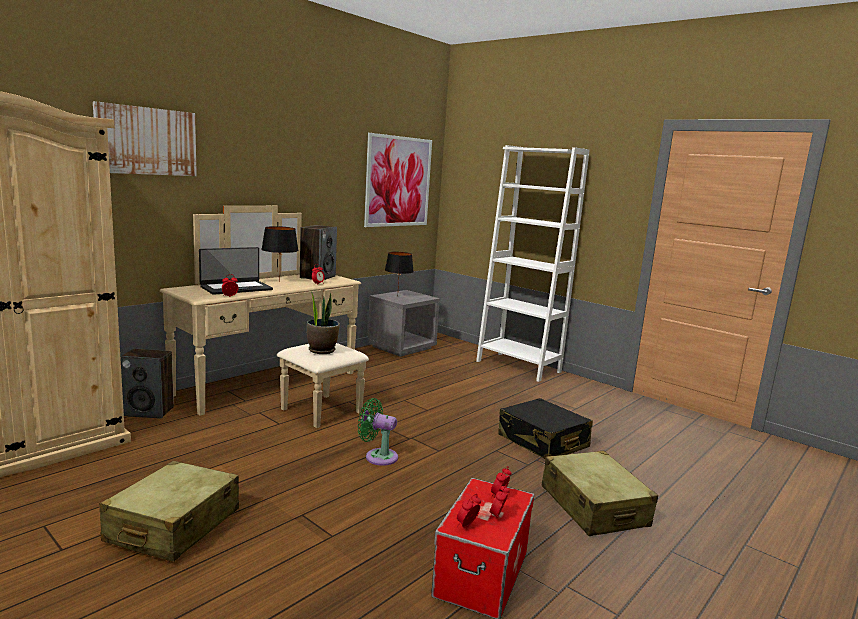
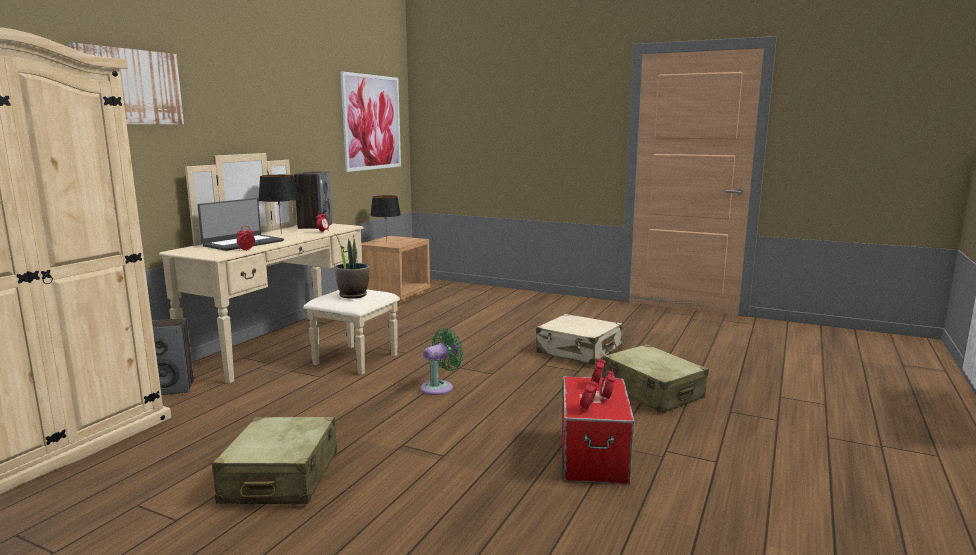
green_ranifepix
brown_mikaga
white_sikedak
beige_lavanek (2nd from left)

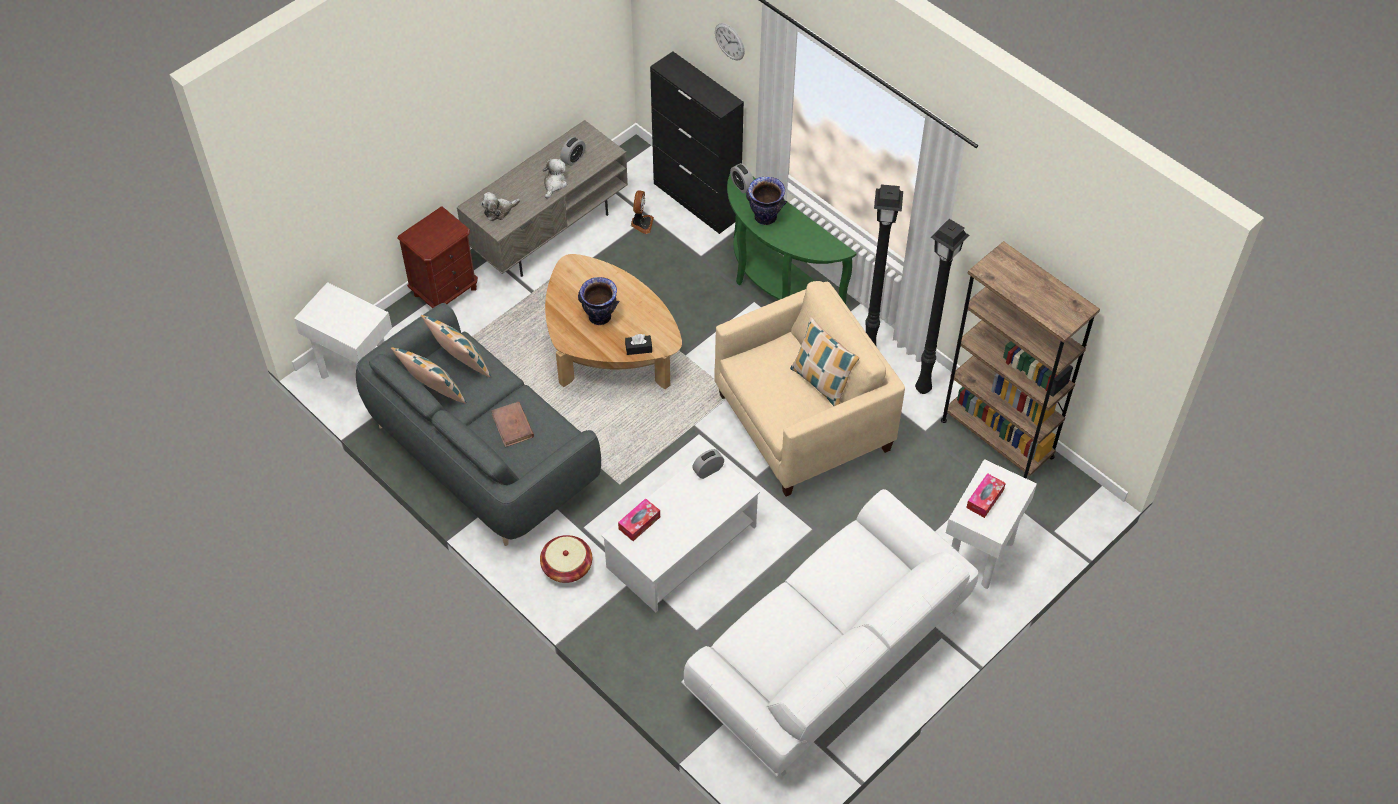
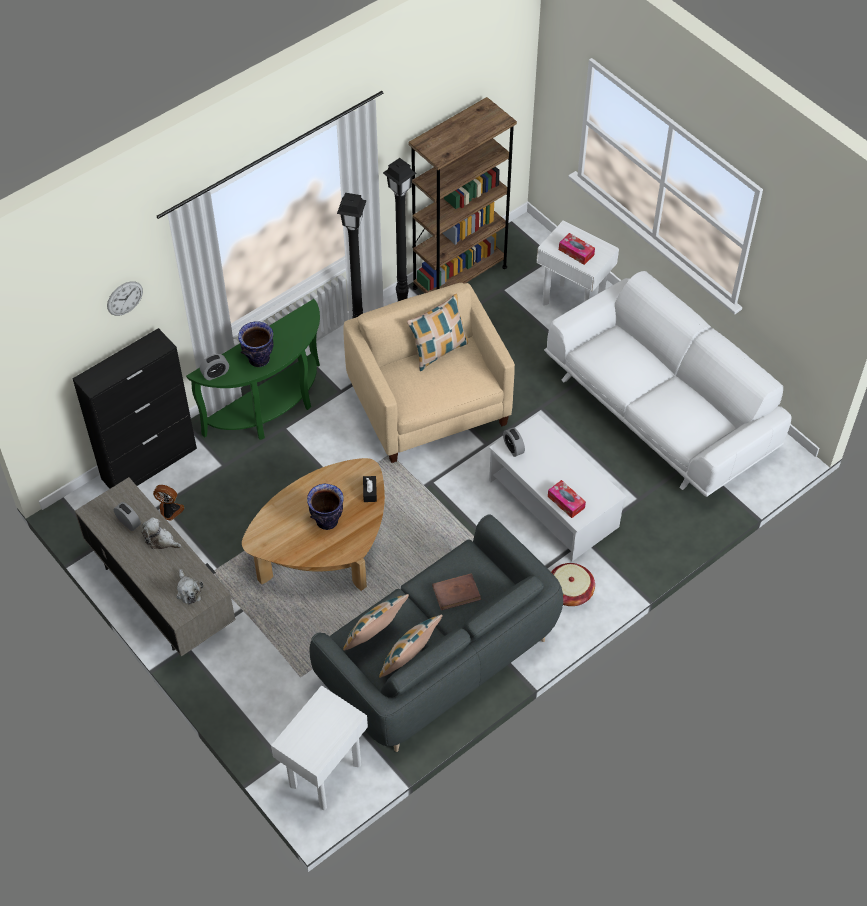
brown_mikaga

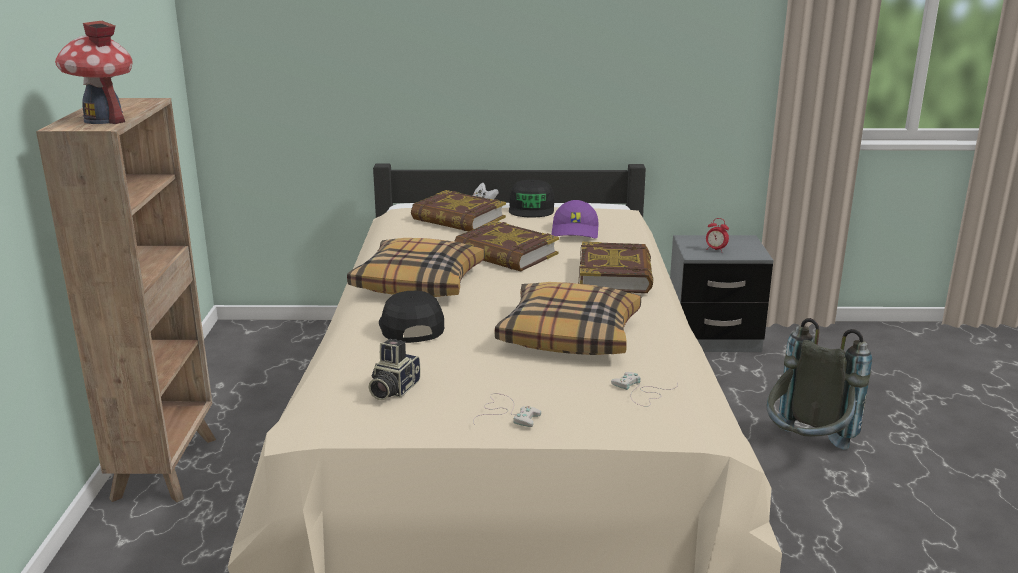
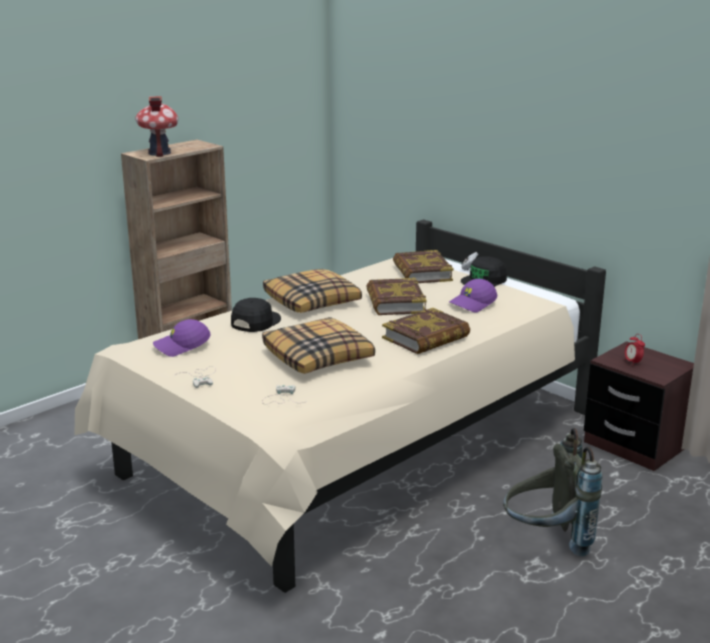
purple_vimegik (1st from left)
brown_mikaga

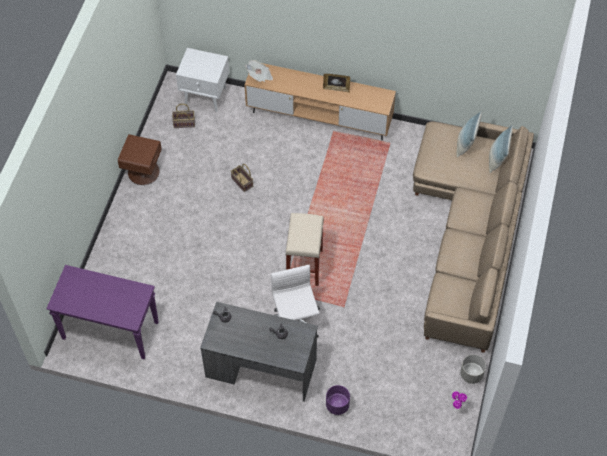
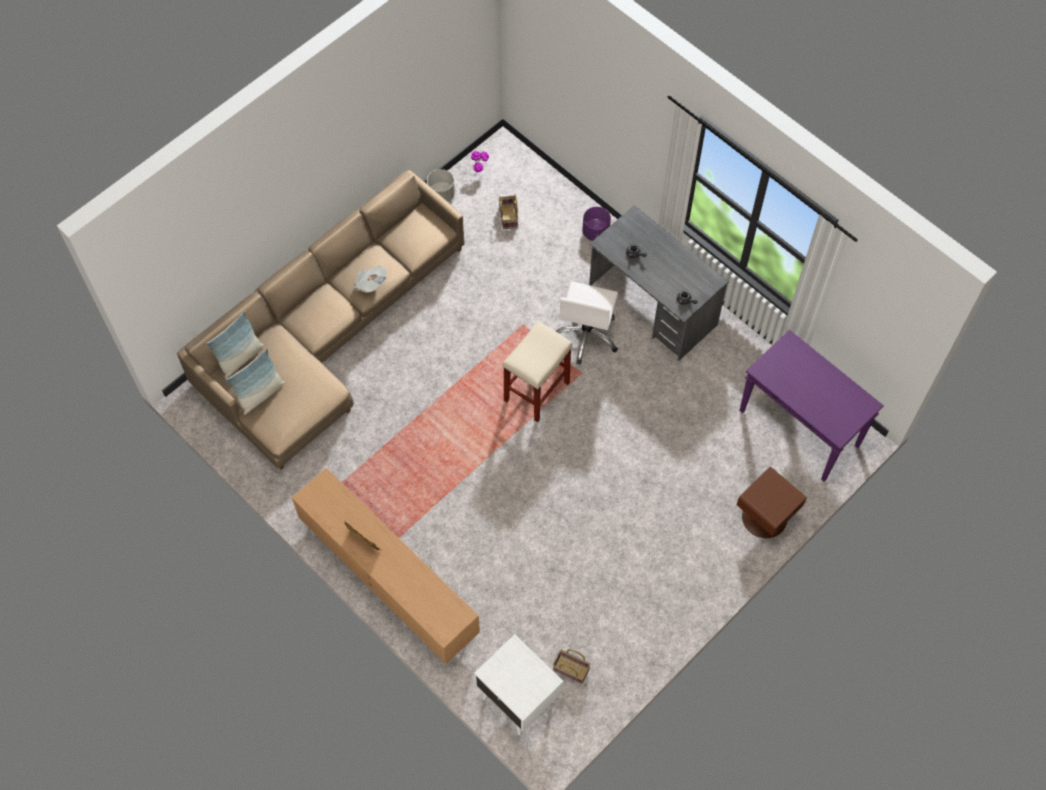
brown_mikaga
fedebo (1st from left)
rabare

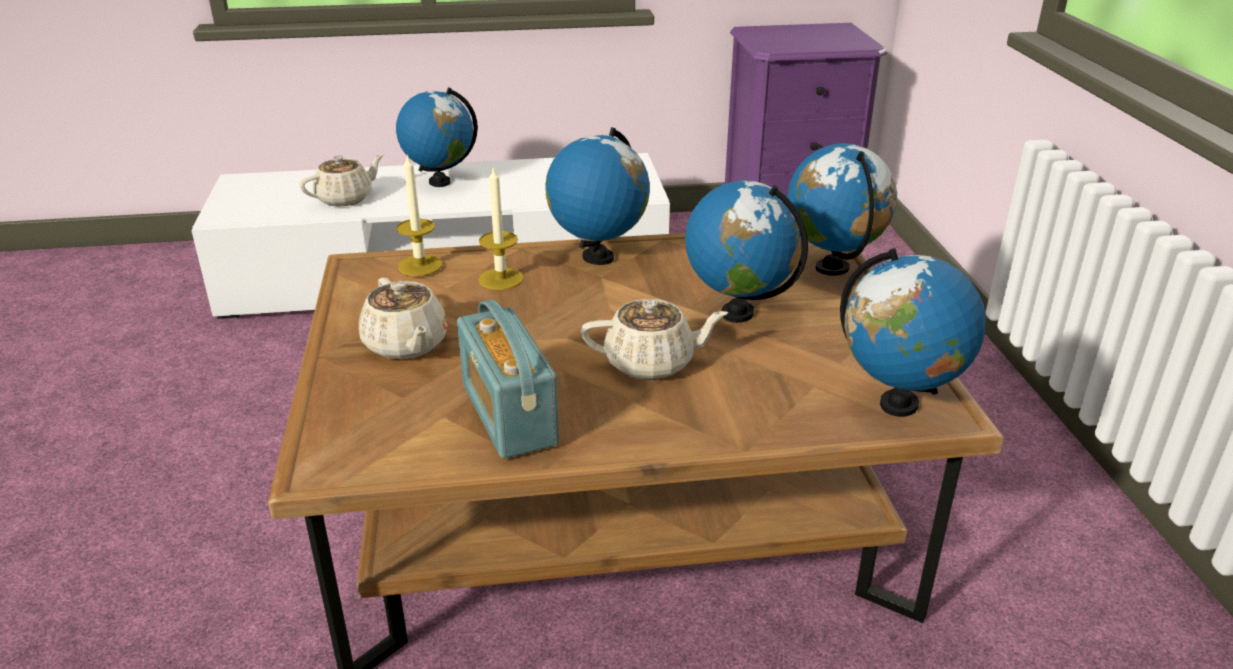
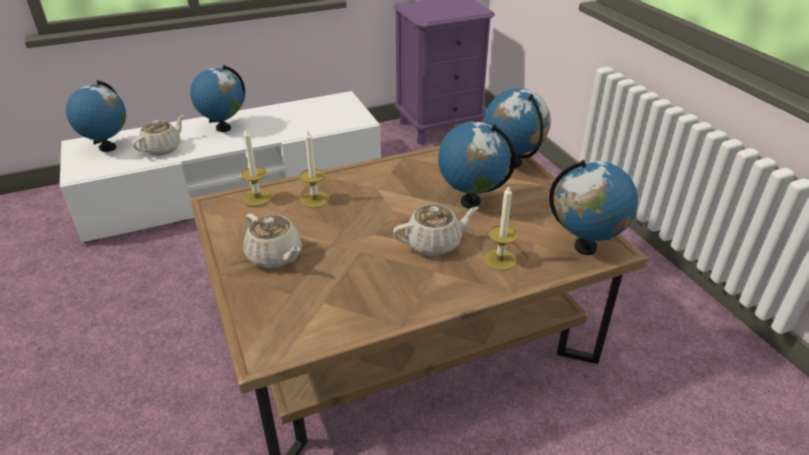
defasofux
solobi (1st from left)
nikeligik (3rd from left)

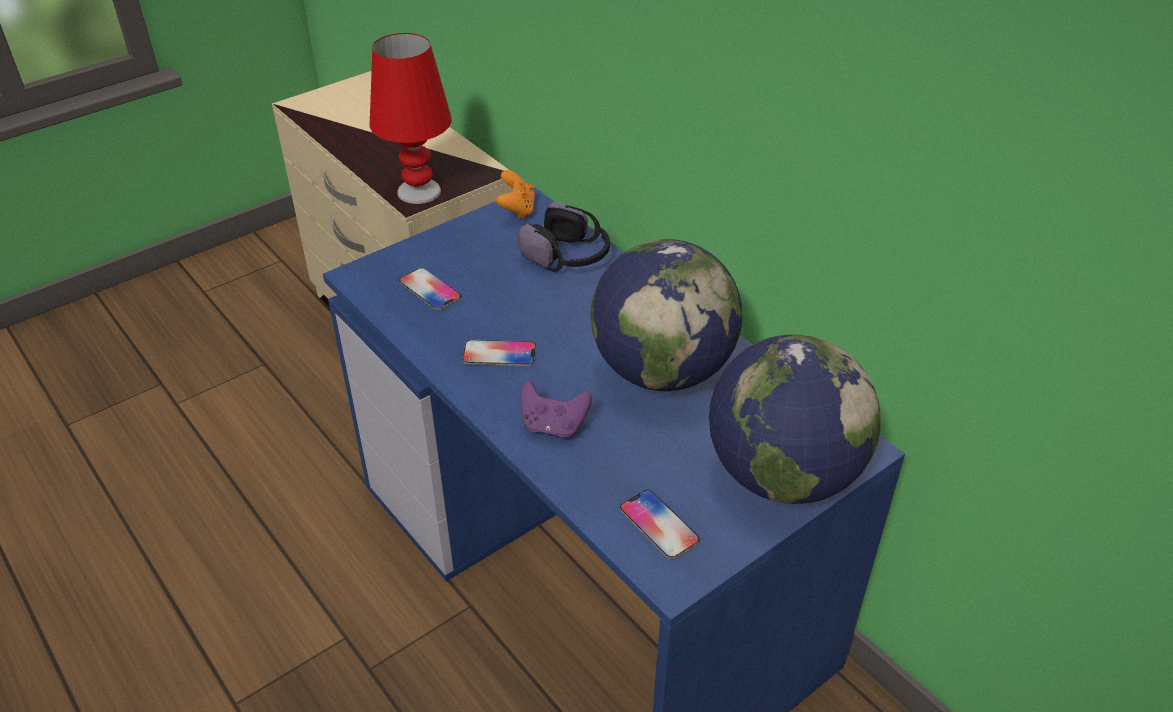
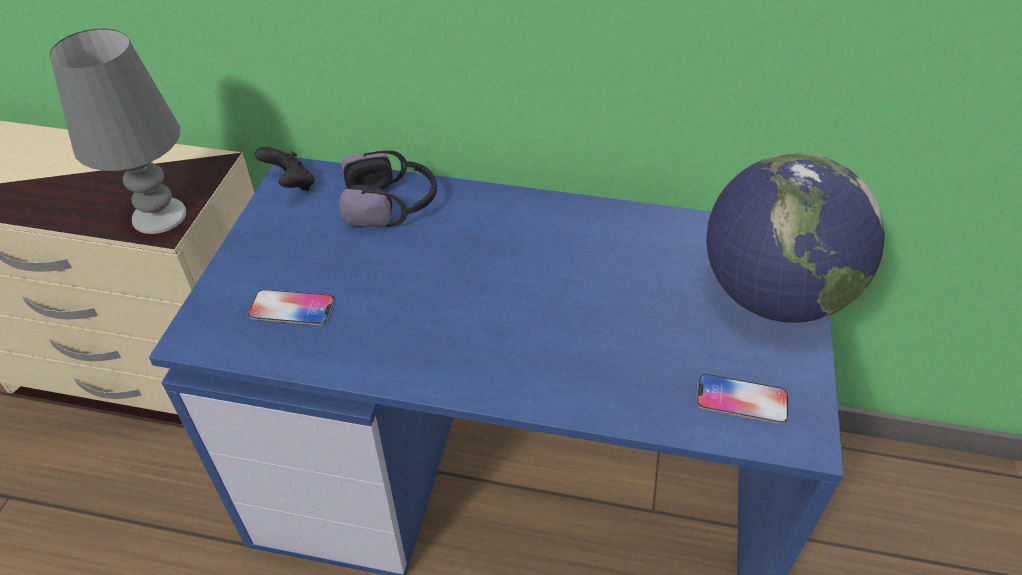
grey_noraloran
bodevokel (2nd from left in the first image)
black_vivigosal
purple_vivigosal
solobi (1st from left in the first image)

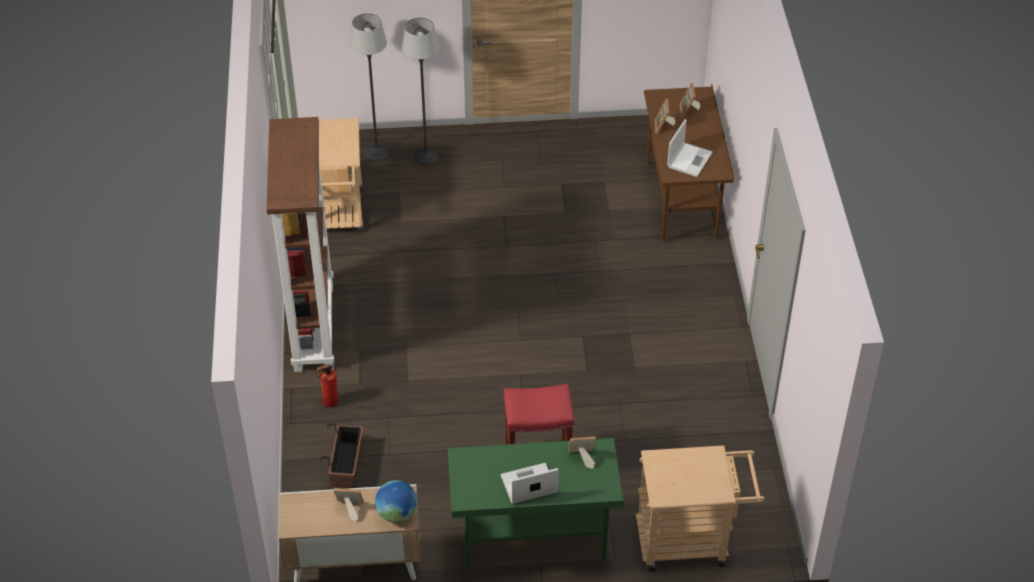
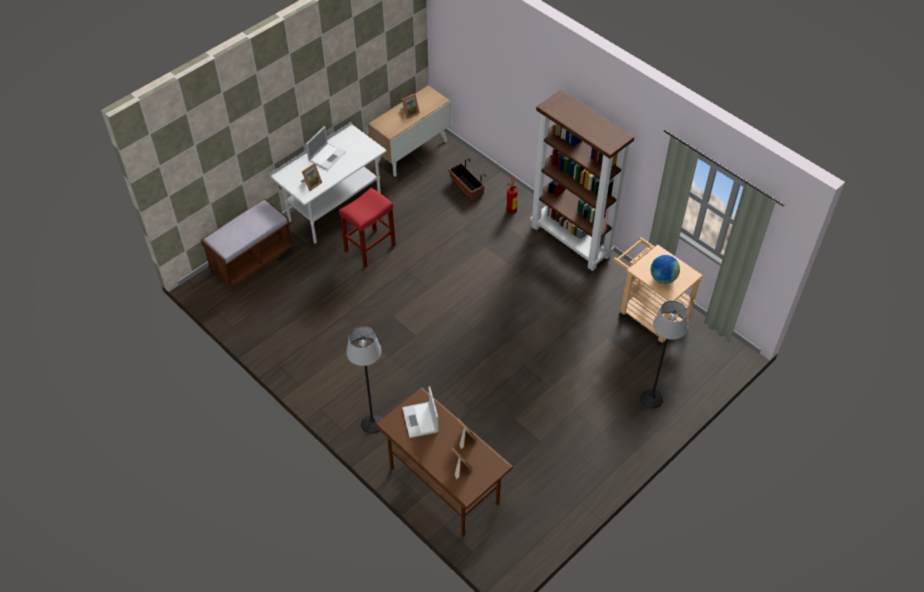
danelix (1st from left)
solobi
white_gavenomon
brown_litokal

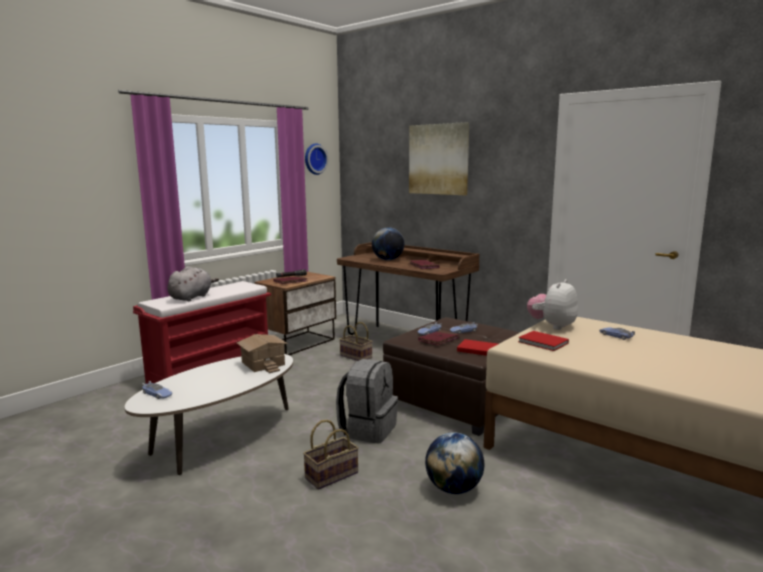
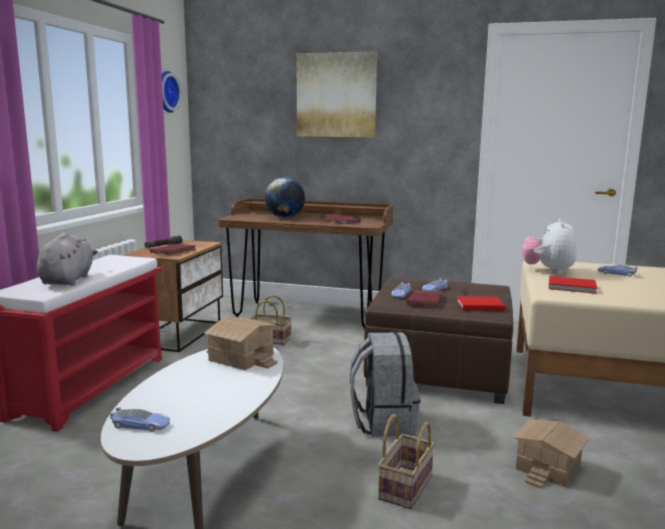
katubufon (2nd from left)

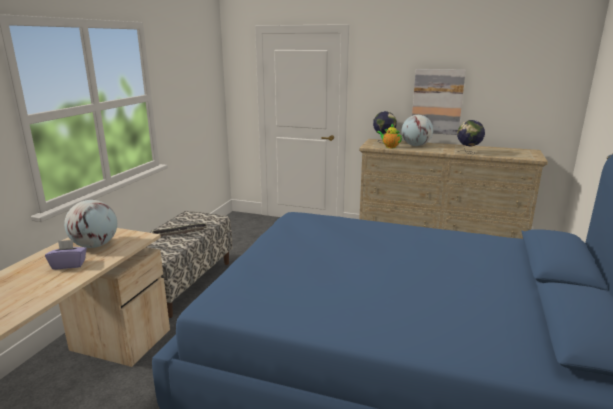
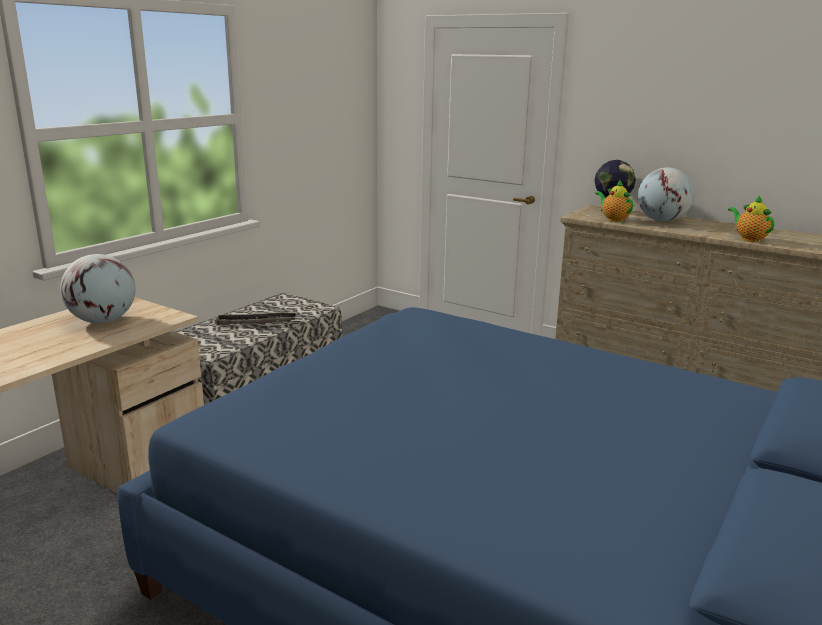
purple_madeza
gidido
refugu (2nd from left)

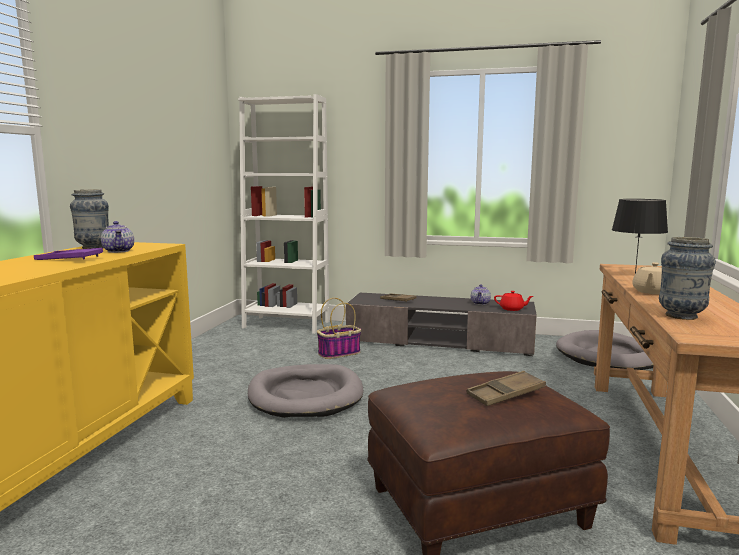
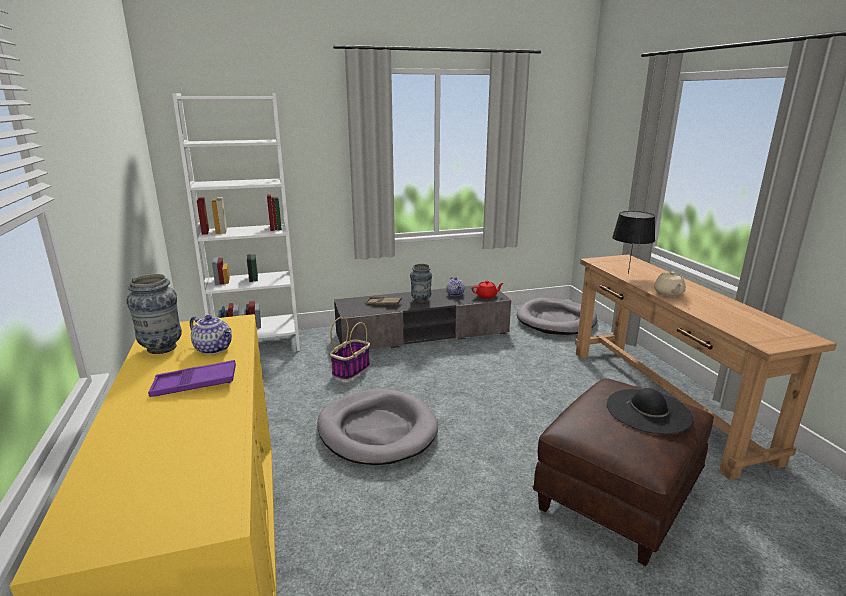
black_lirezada
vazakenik (2nd from left)

